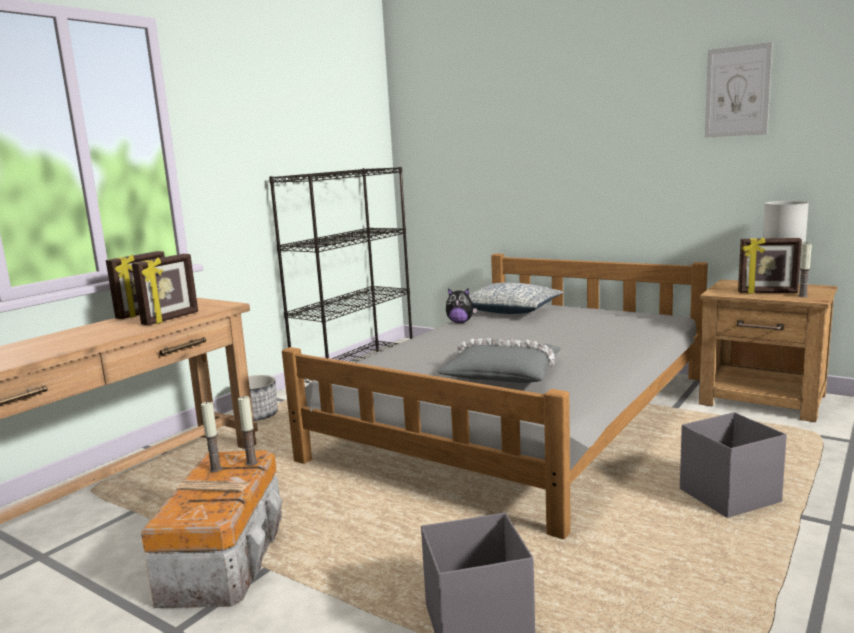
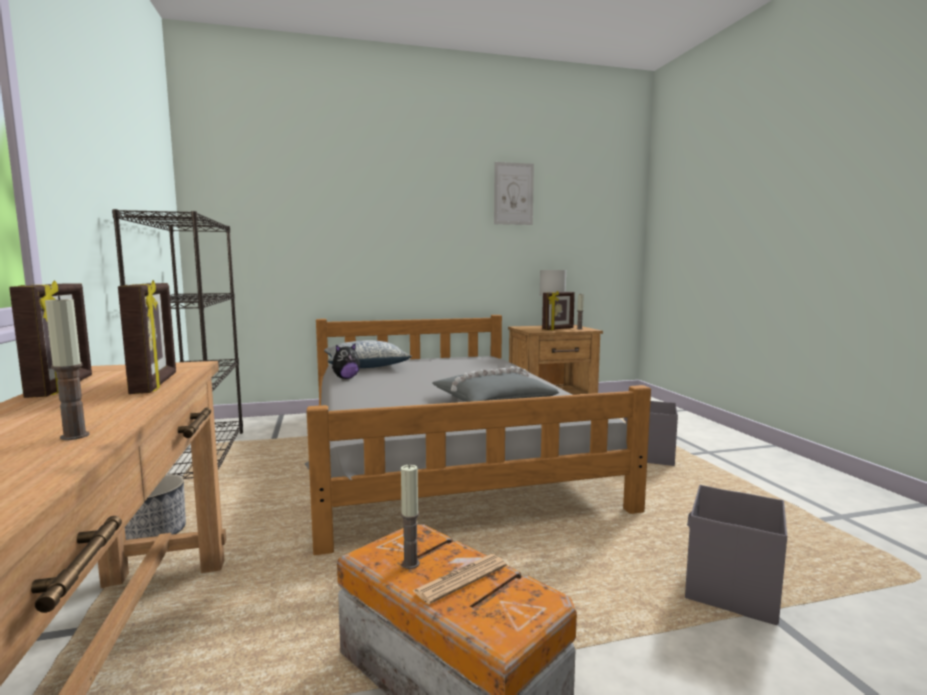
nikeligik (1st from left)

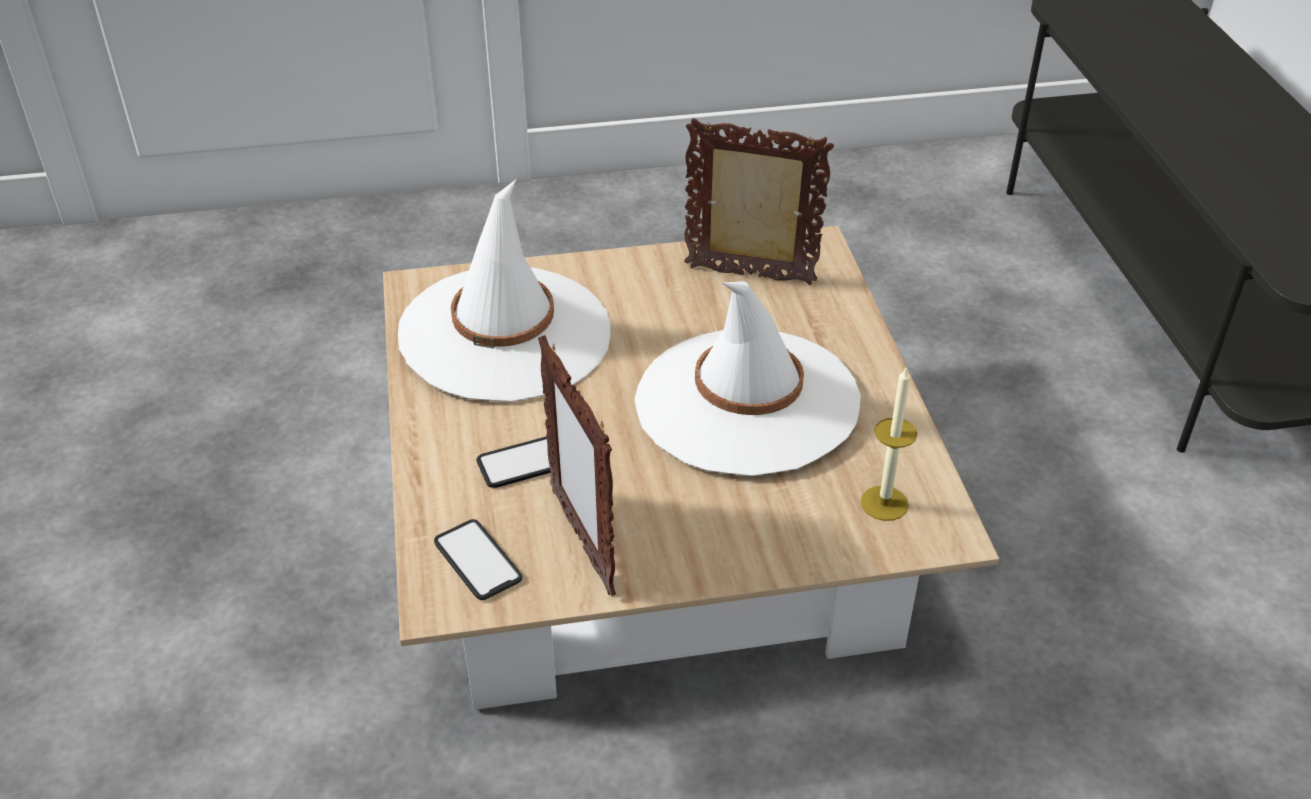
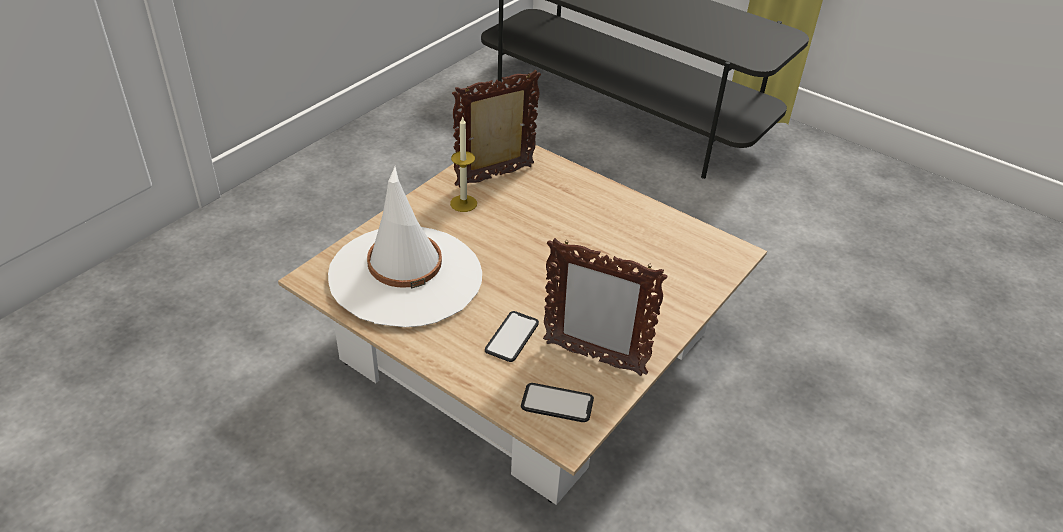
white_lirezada (2nd from left in the first image)
nikeligik

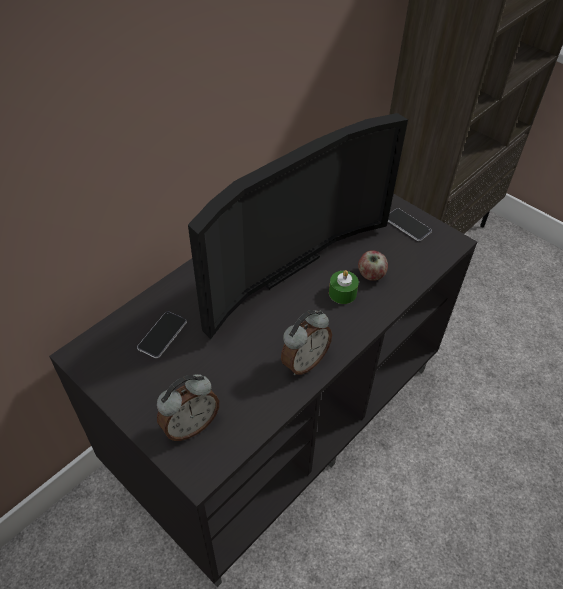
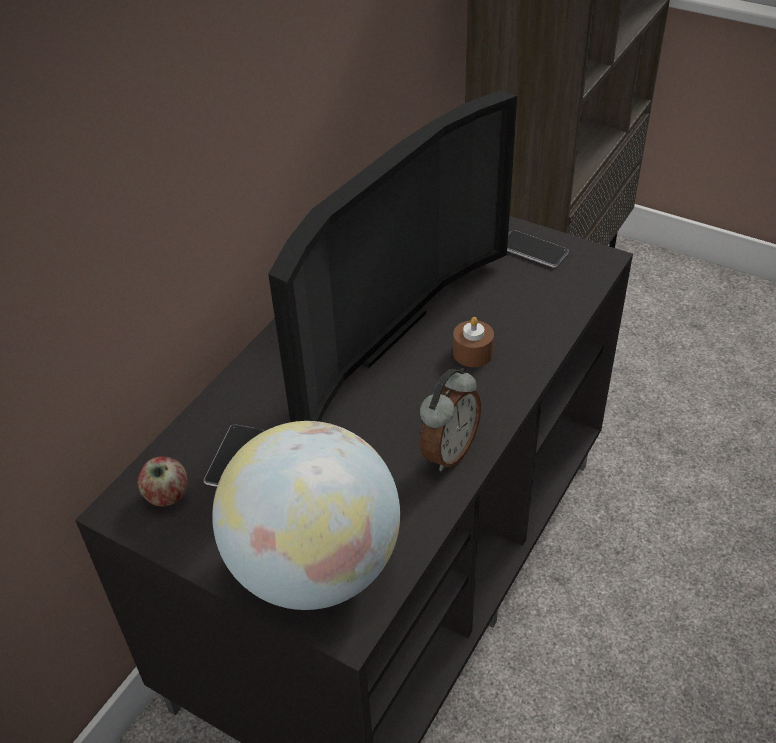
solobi
brown_nikeligik
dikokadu

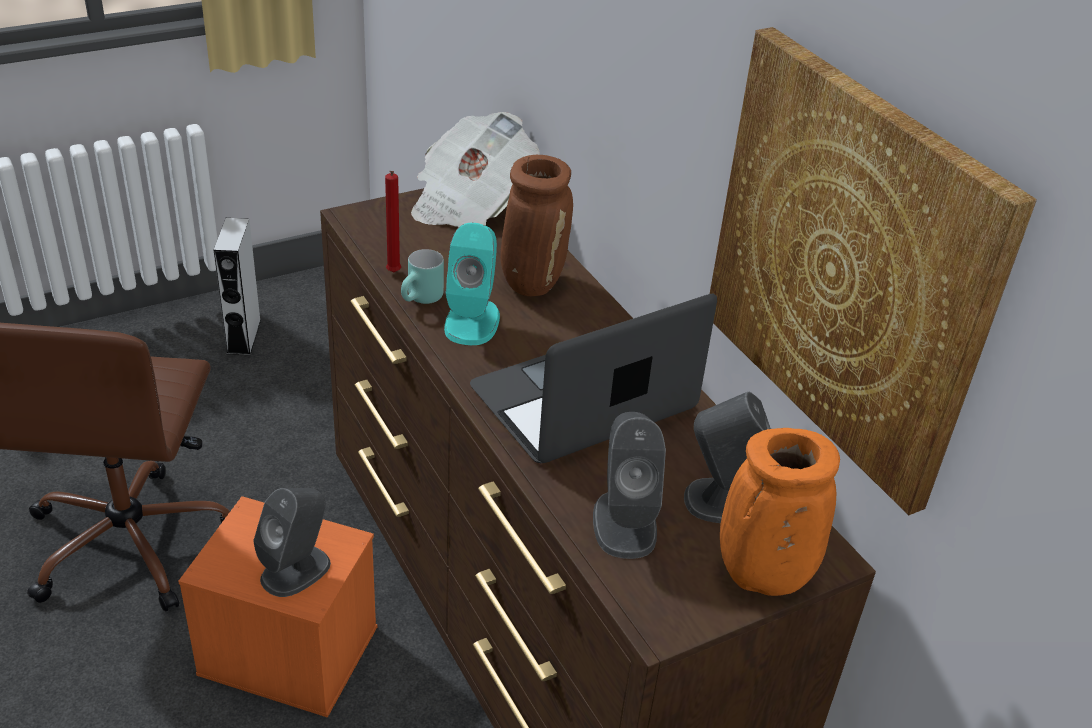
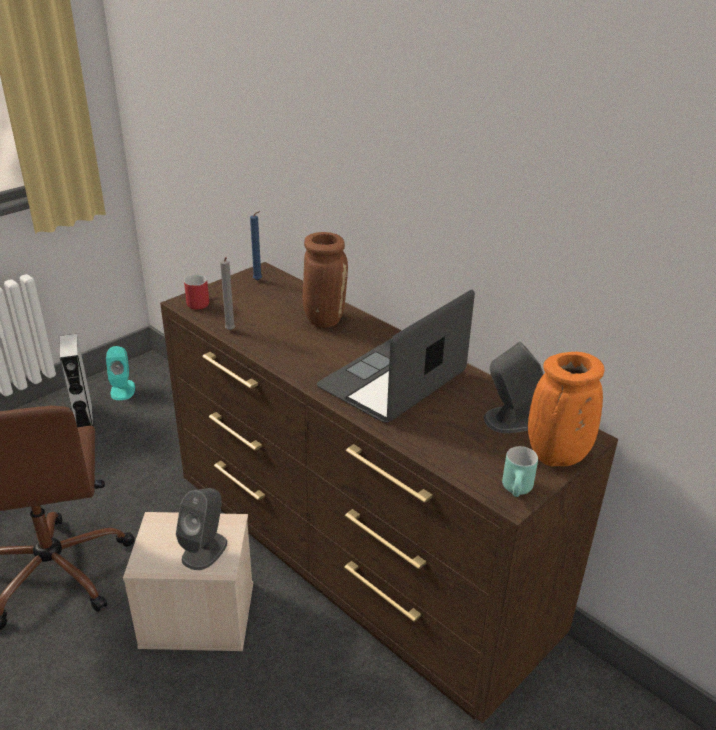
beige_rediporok
grey_nikeligik
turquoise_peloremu
blue_nikeligik
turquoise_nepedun
grey_nepedun (3rd from left in the first image)
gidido
red_peloremu

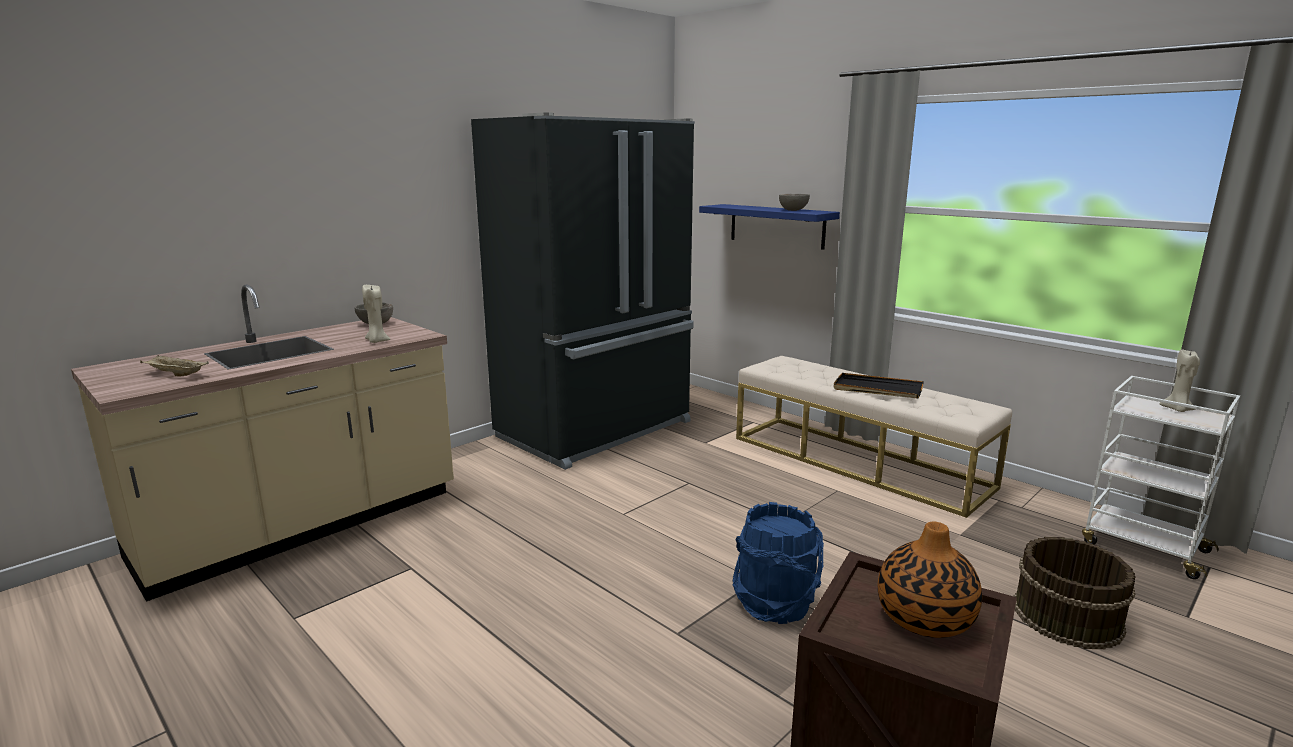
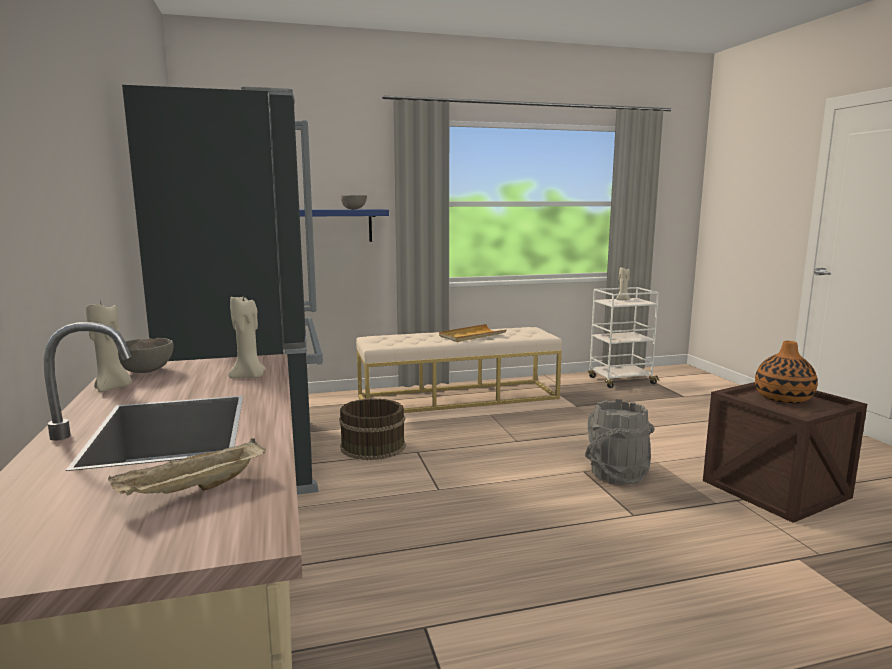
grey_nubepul
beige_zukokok (2nd from left)
brown_nubepul
beige_nikeligik (1st from left)

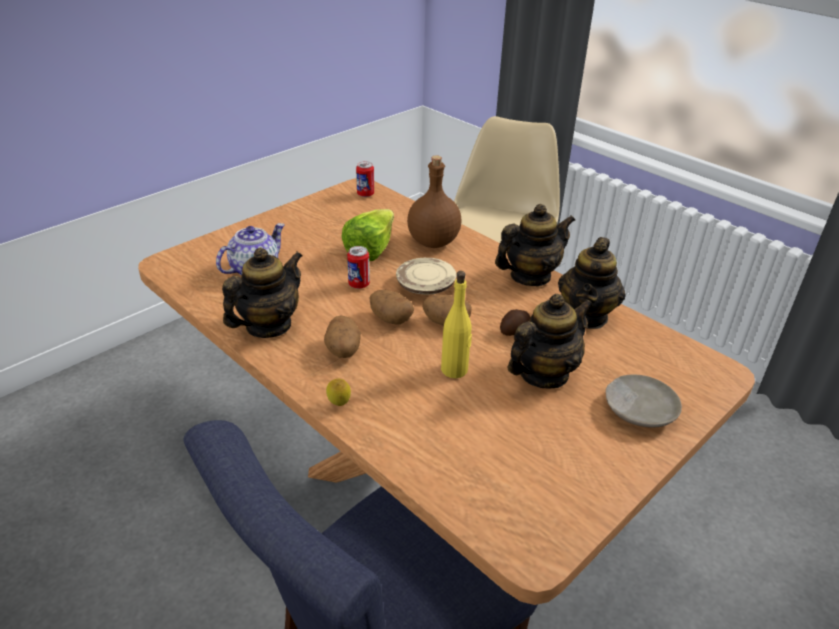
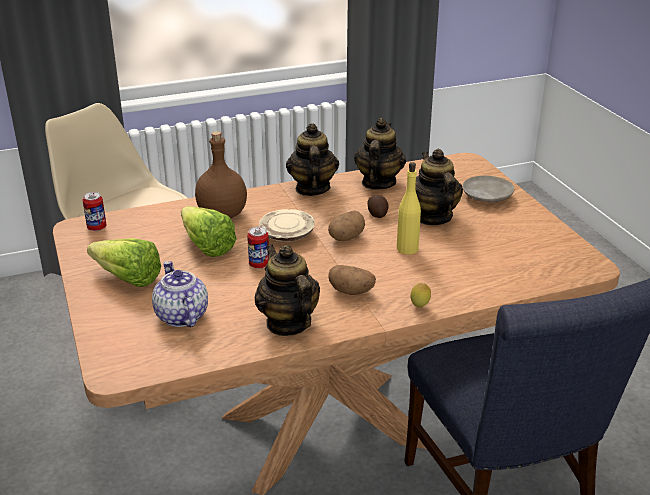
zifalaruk (2nd from left in the first image)
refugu (4th from left)
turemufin (1st from left)

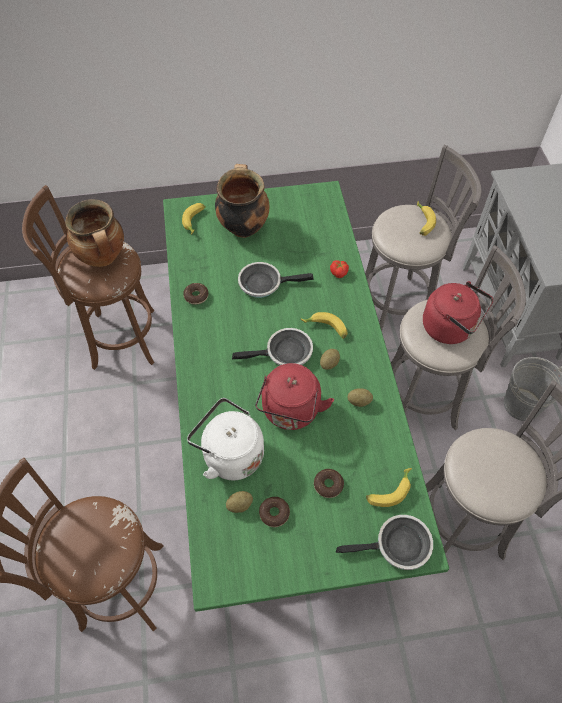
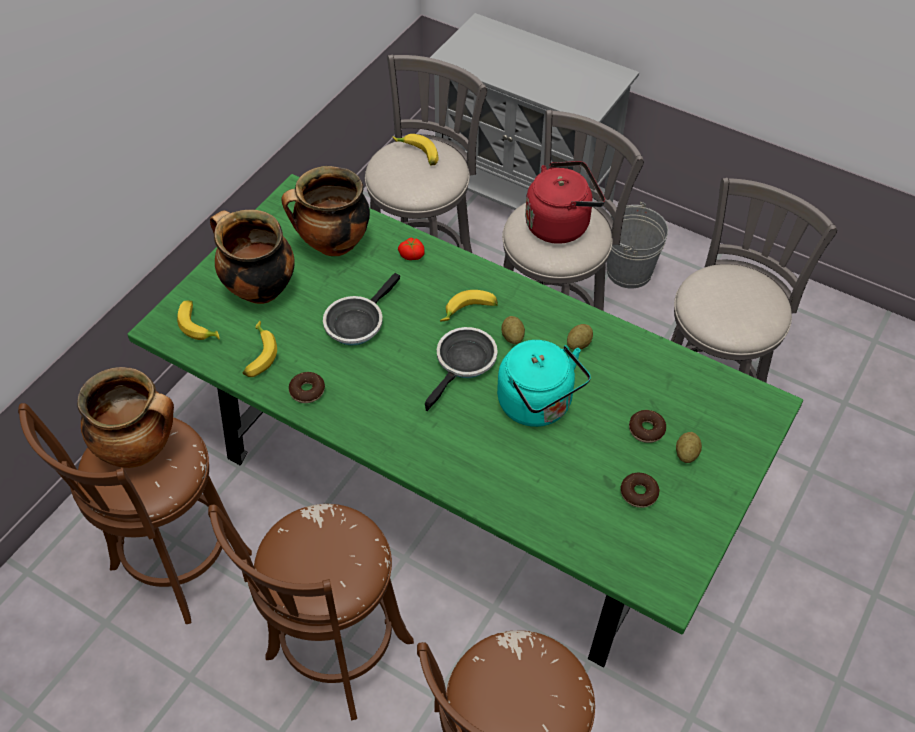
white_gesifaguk
zifalaruk (3rd from left)
turquoise_gesifaguk
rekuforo (3rd from left in the first image)
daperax (2nd from left)
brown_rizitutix (2nd from left)
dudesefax (3rd from left)

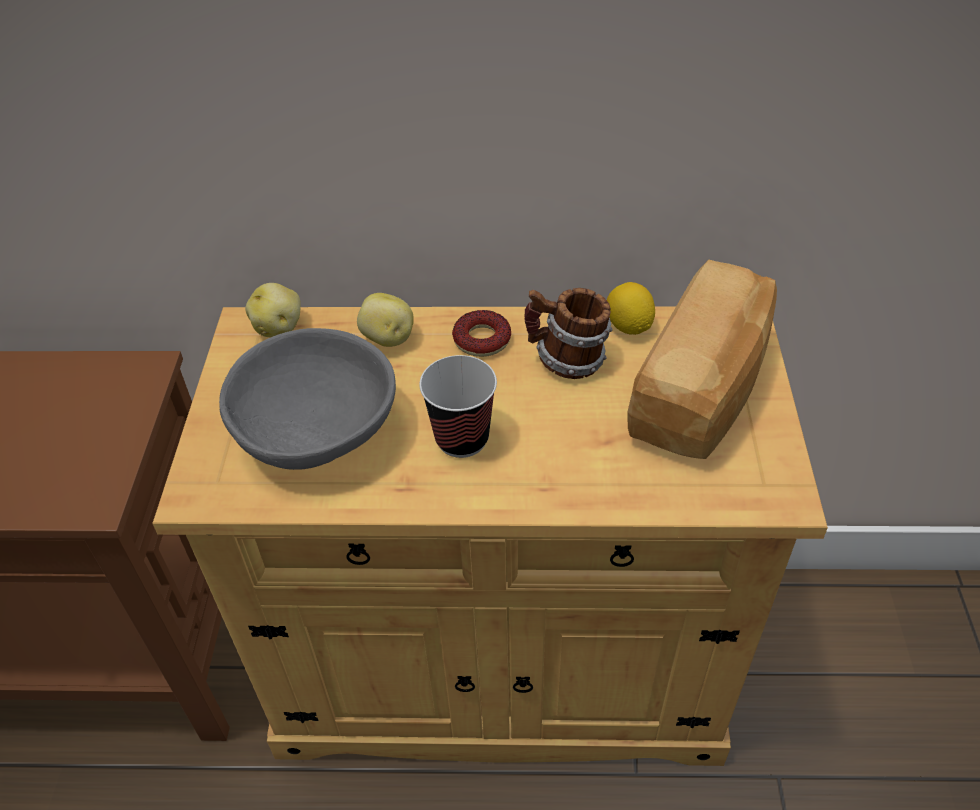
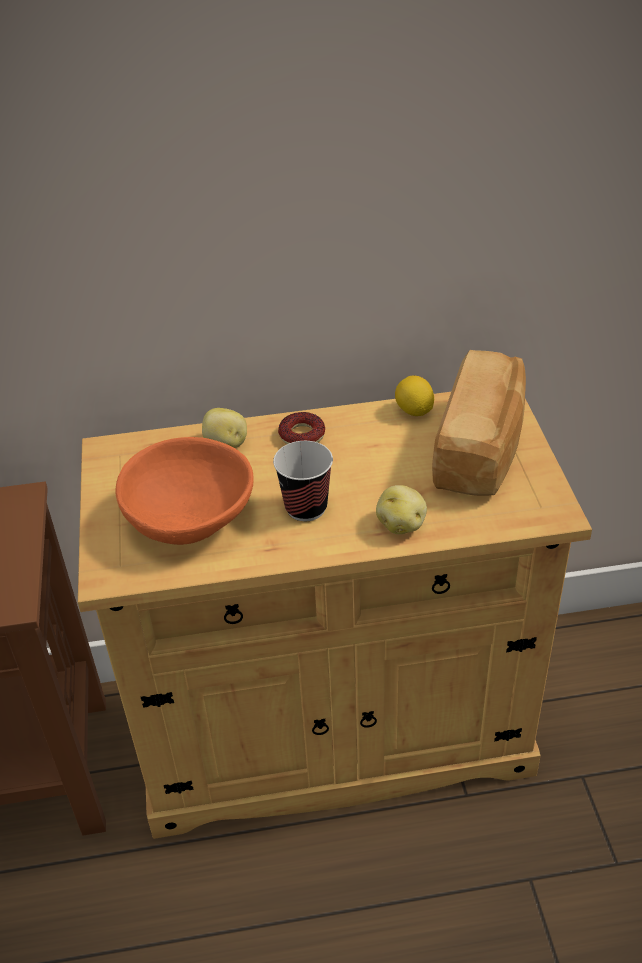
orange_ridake
zifalaruk (2nd from left)
peloremu

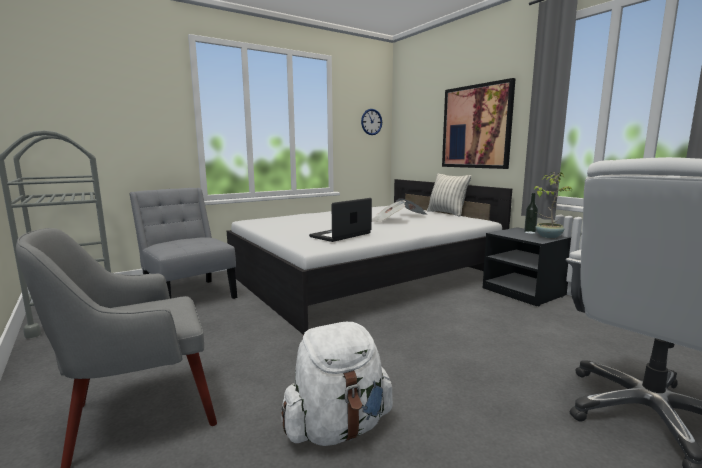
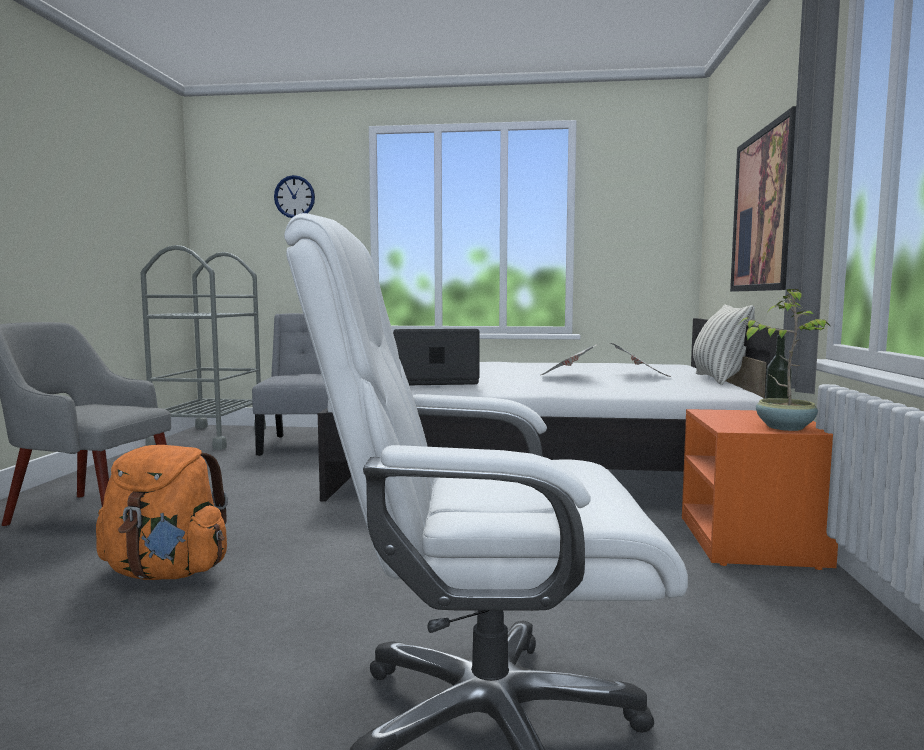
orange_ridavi
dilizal
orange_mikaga

